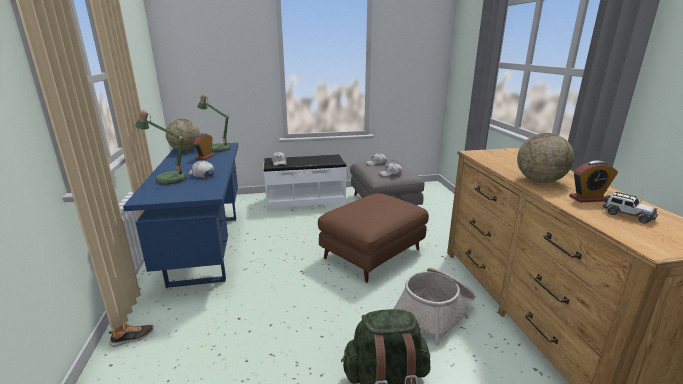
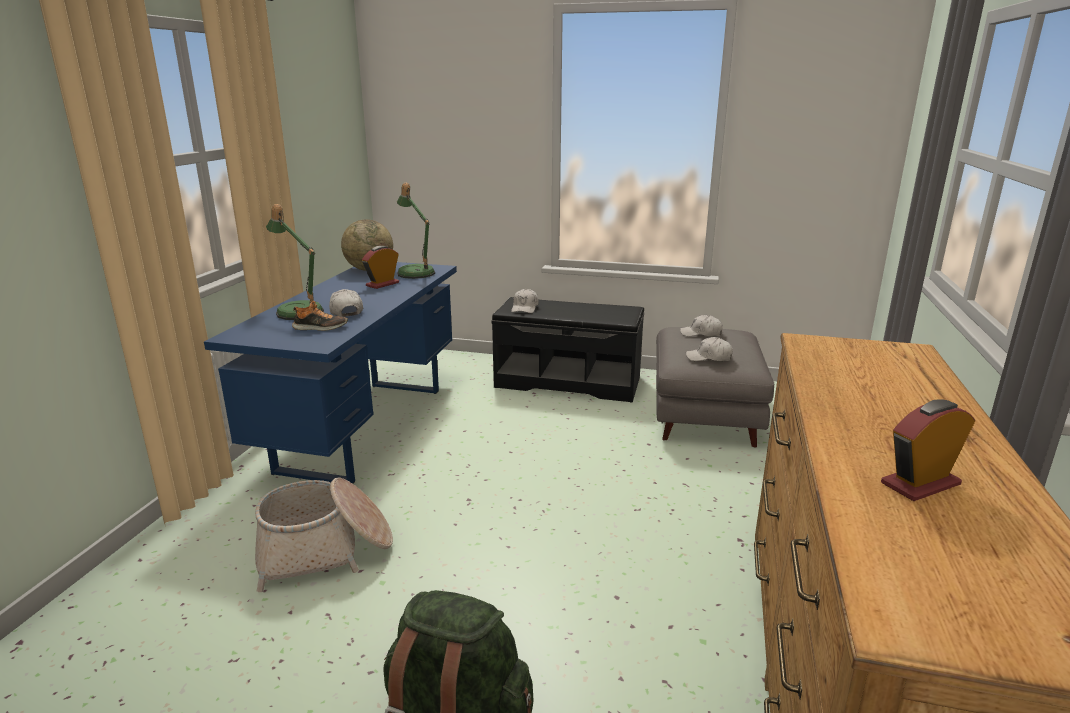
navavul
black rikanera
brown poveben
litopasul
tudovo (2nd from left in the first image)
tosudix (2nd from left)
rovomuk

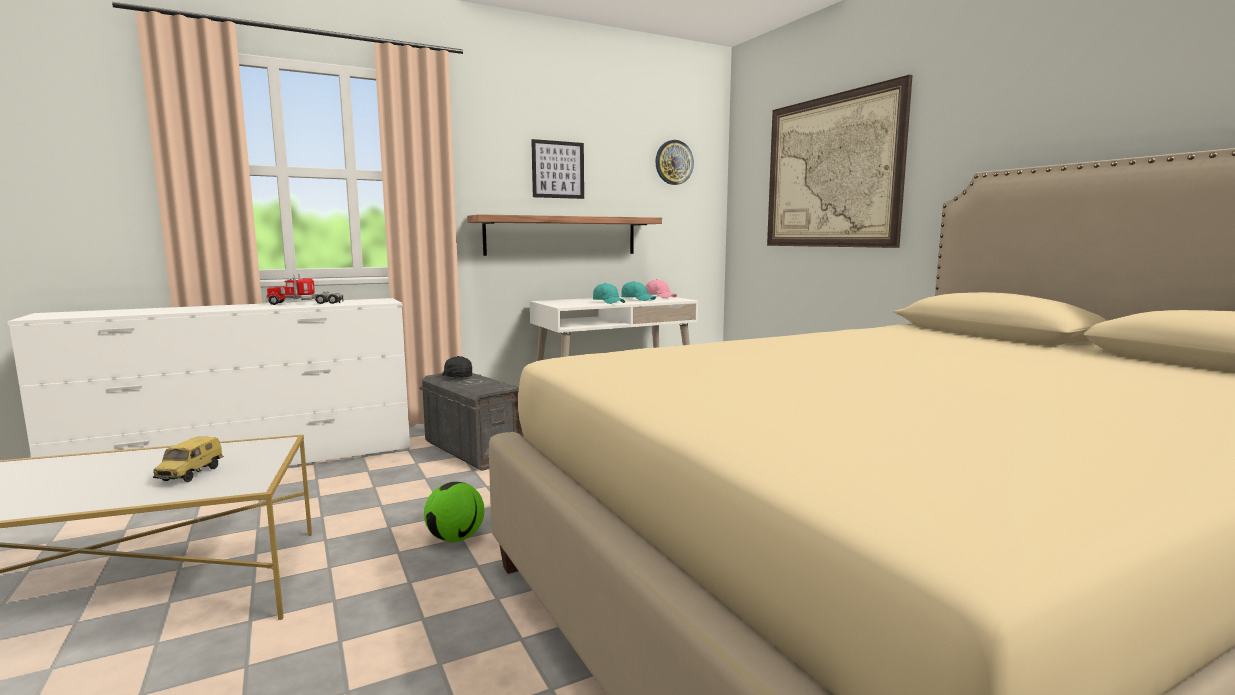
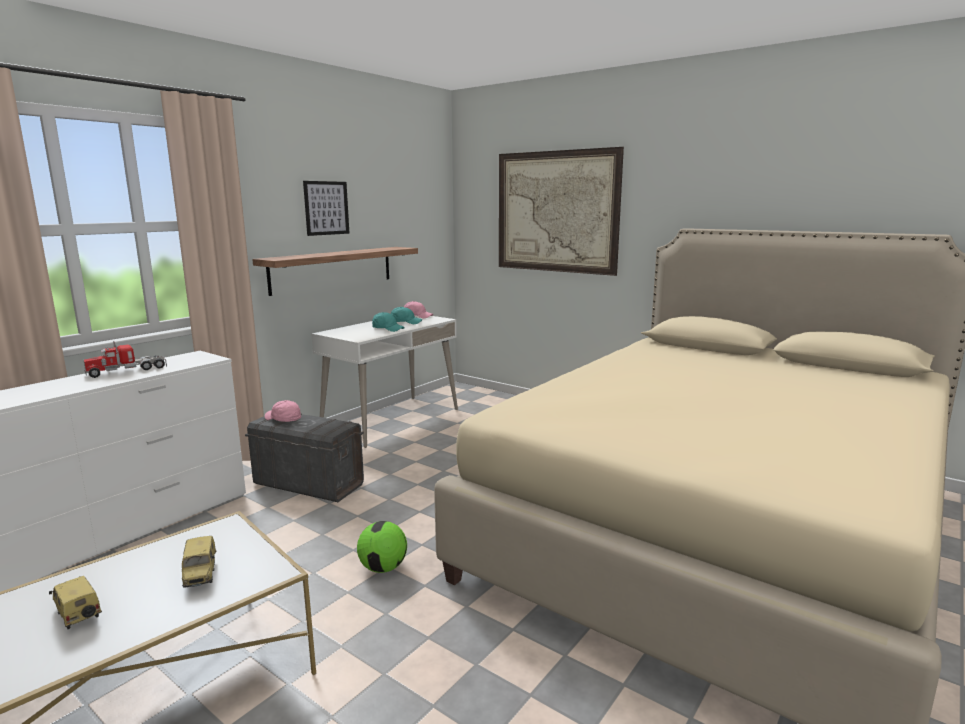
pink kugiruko (1st from left)
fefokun
rovomuk (1st from left)

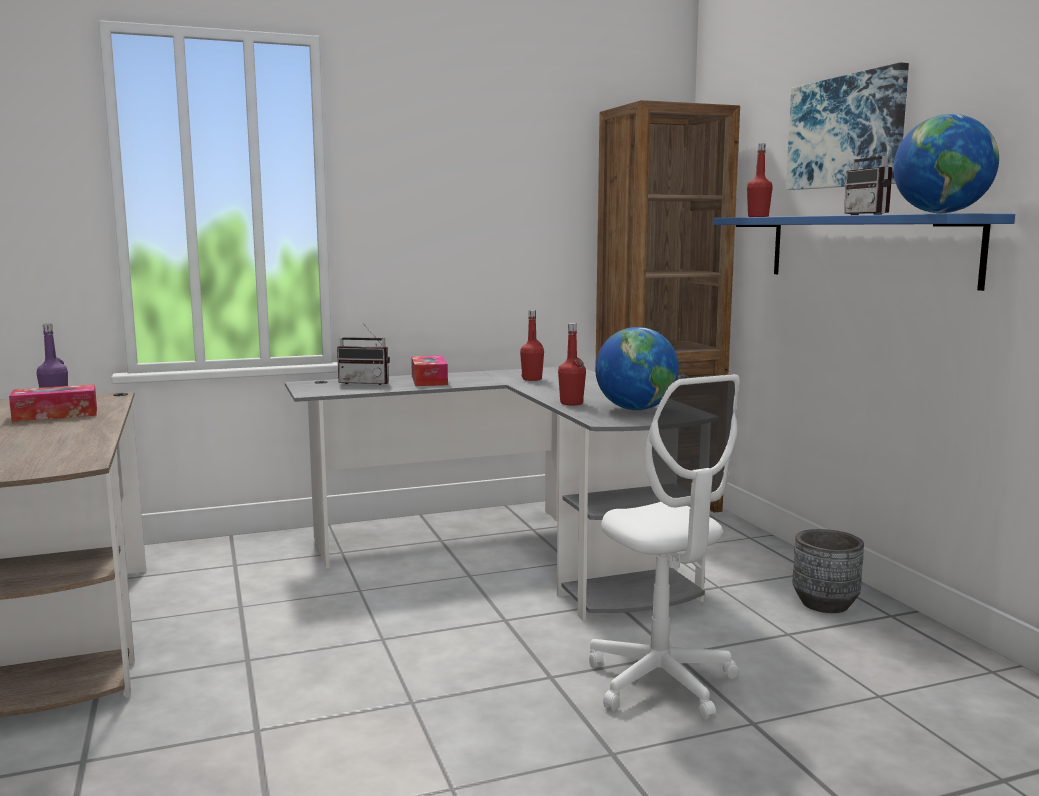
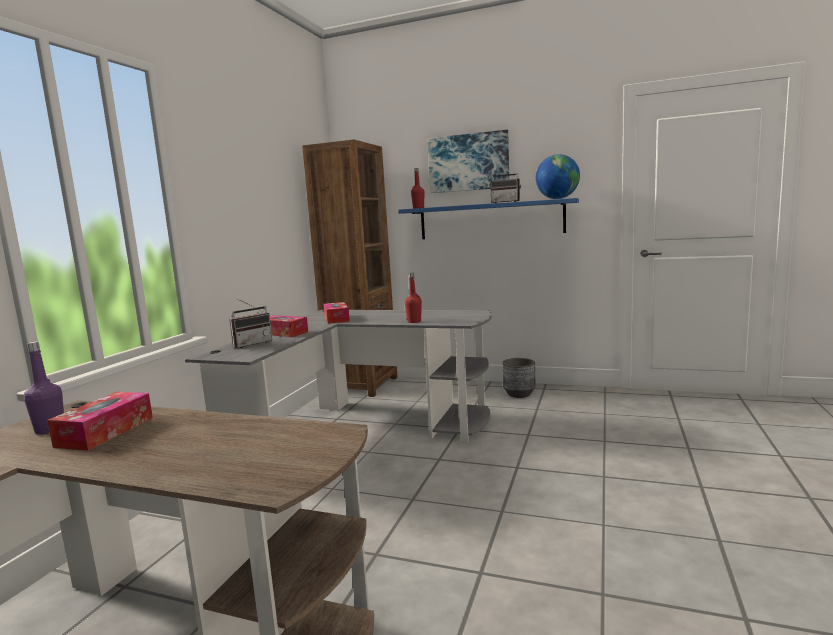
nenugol (3rd from left)
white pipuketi
tudovo (1st from left in the first image)

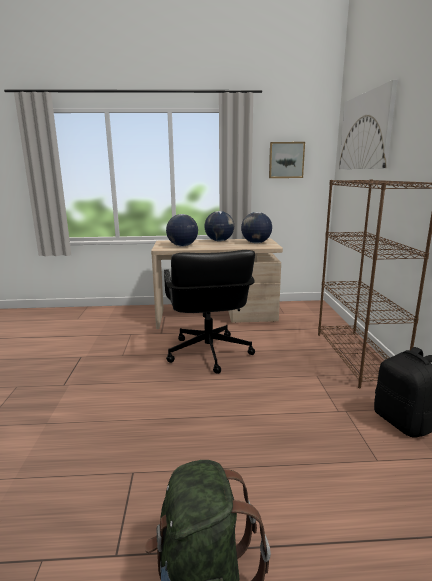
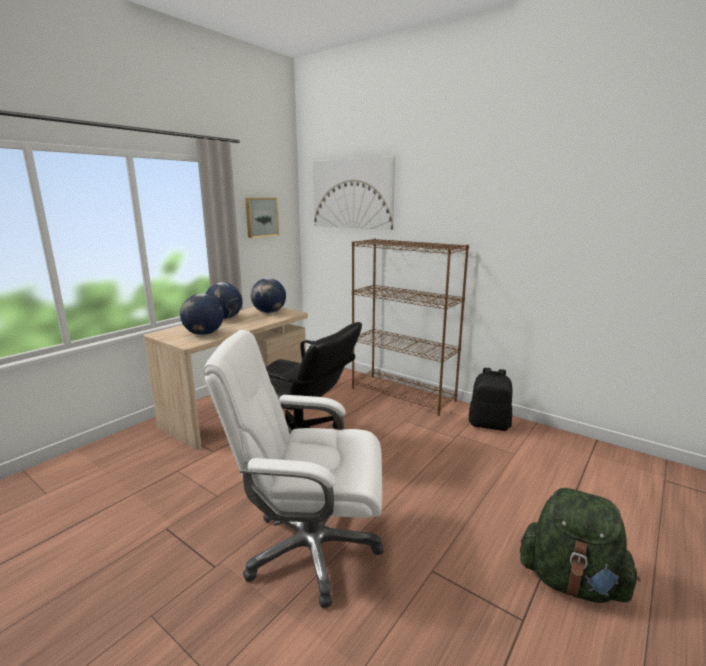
white pipuketi

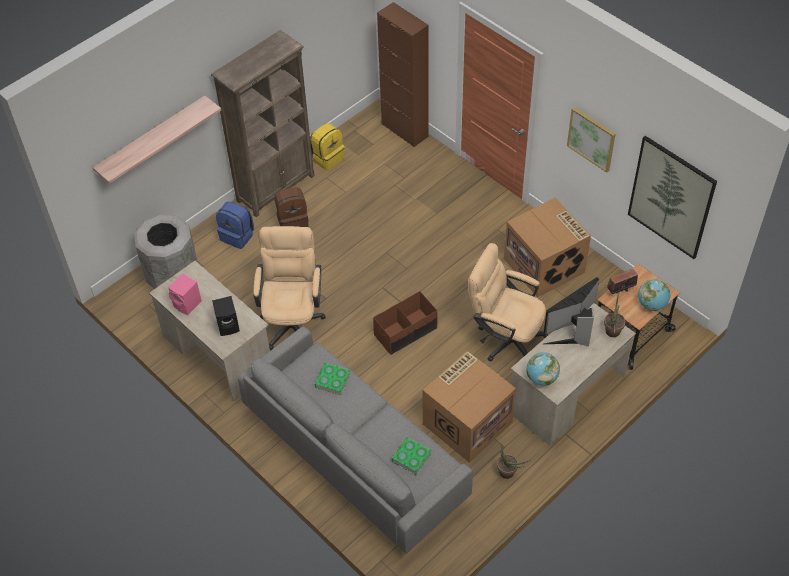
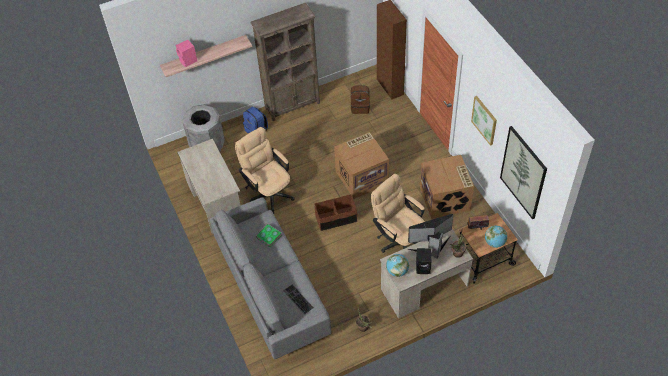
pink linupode
black linupode
beige pipuketi (1st from left)
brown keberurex
yellow keberurex
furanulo
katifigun (1st from left)

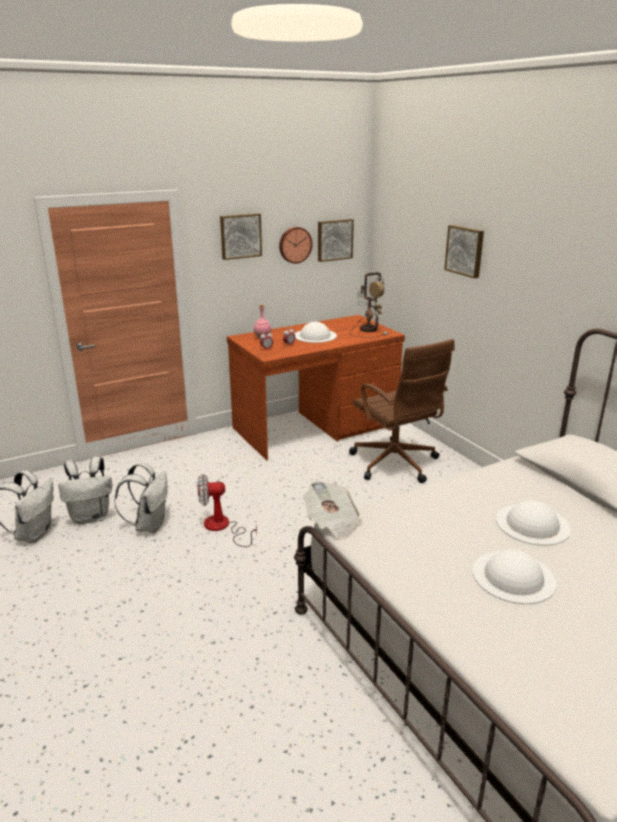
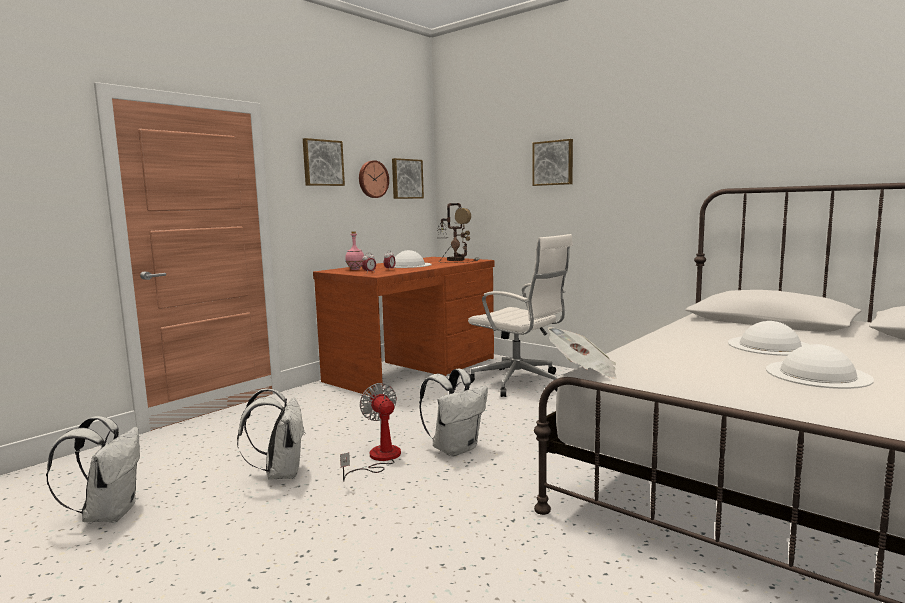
white keberurex (3rd from left)
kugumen
white pipuketi

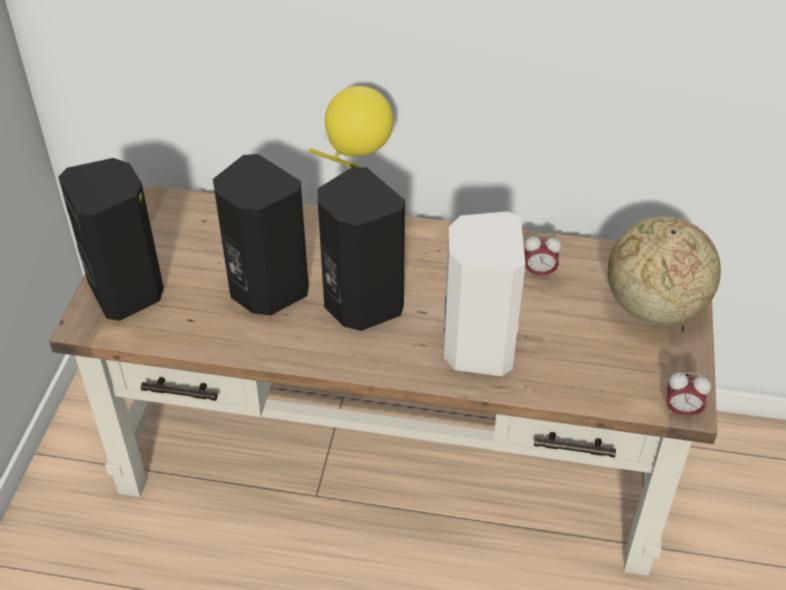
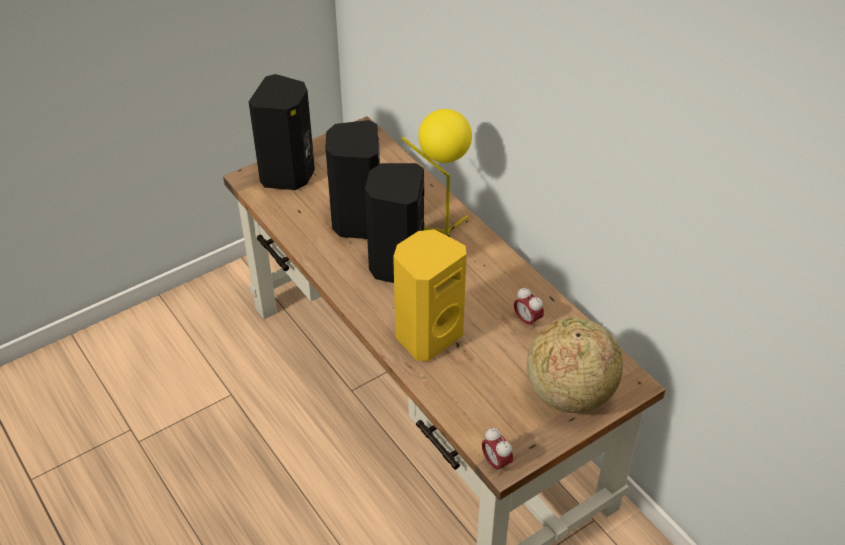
yellow linupode

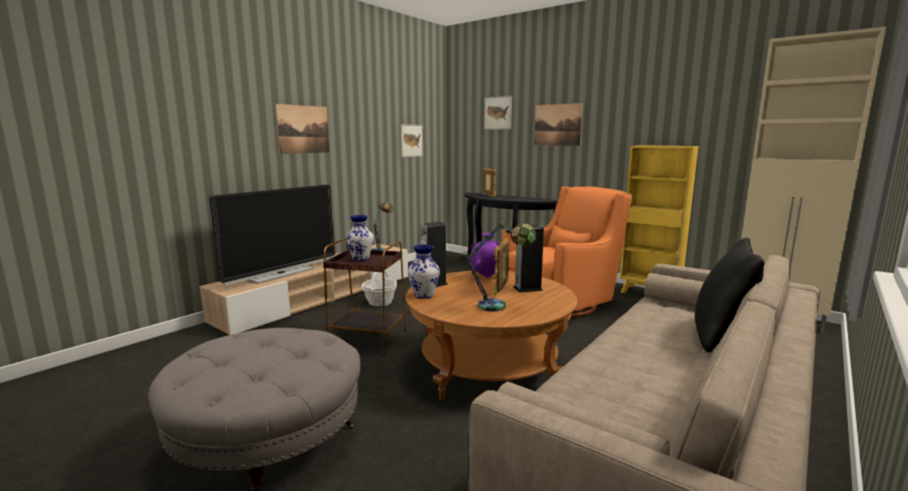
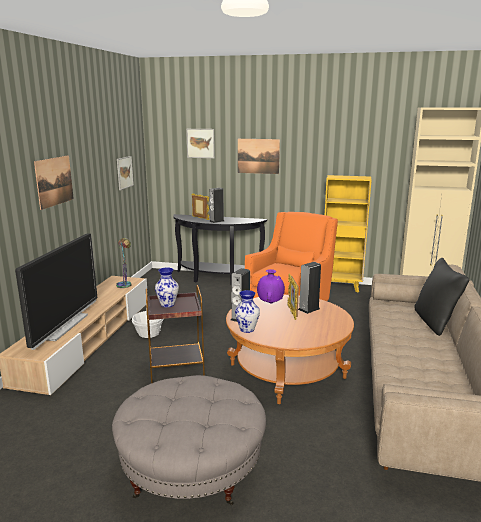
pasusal (2nd from left in the first image)
linupode (1st from left)

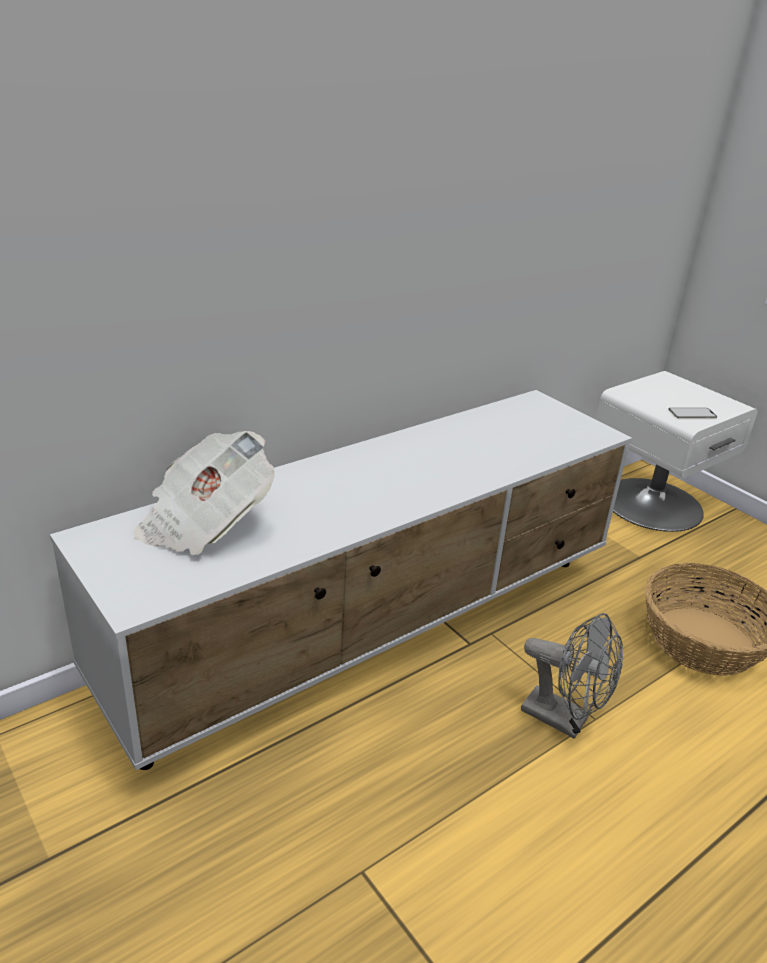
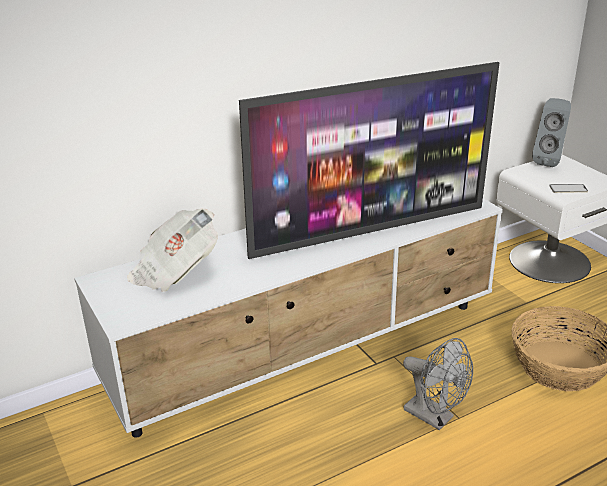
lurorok
grey linupode

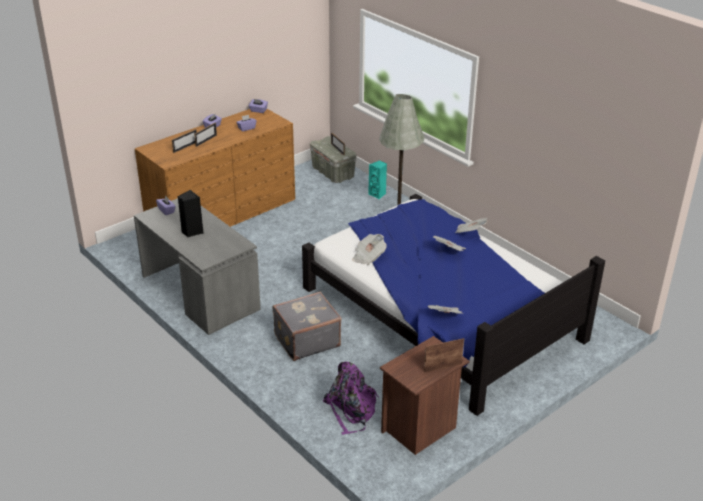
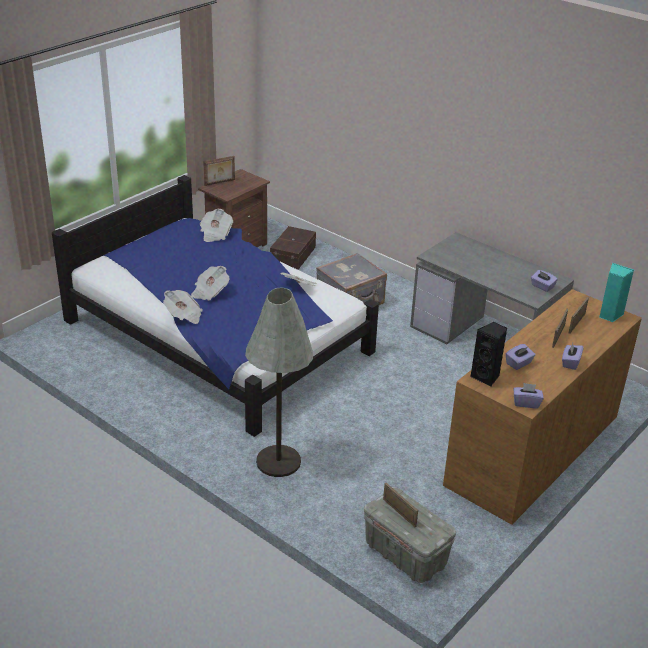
black linupode
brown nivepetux
turquoise linupode

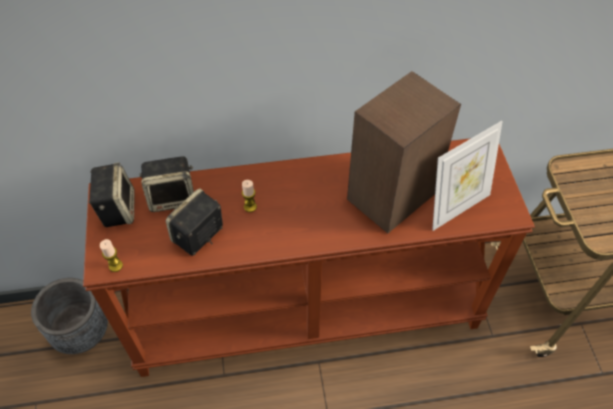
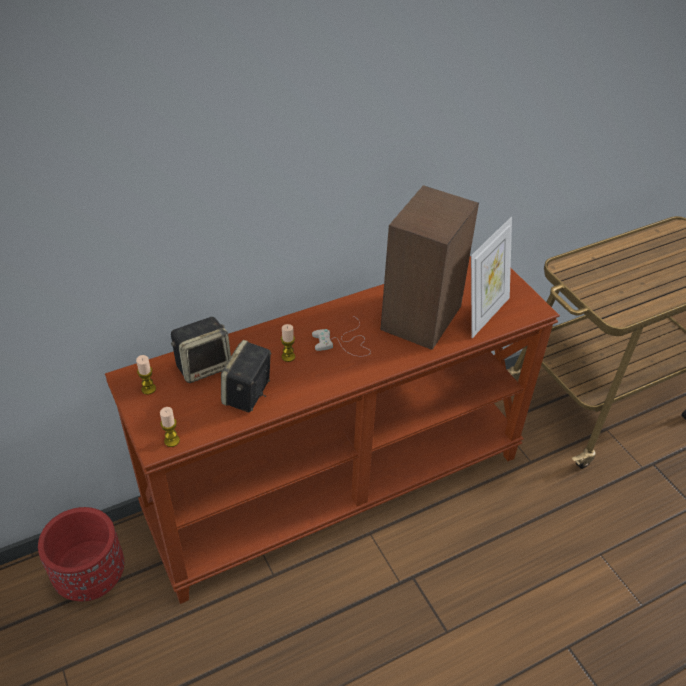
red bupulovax
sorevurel (1st from left)
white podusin

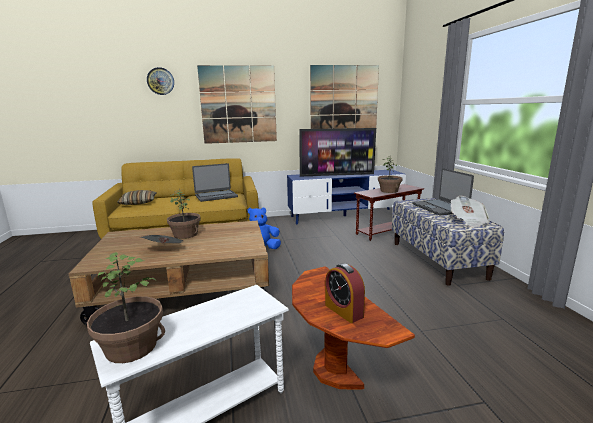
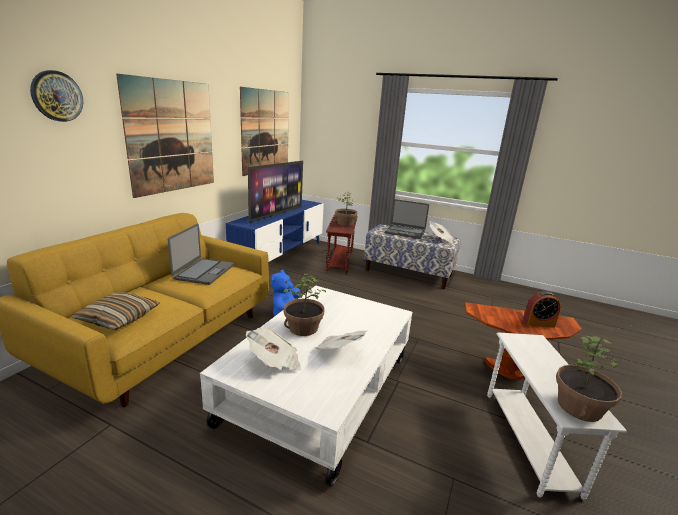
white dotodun
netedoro (1st from left)

